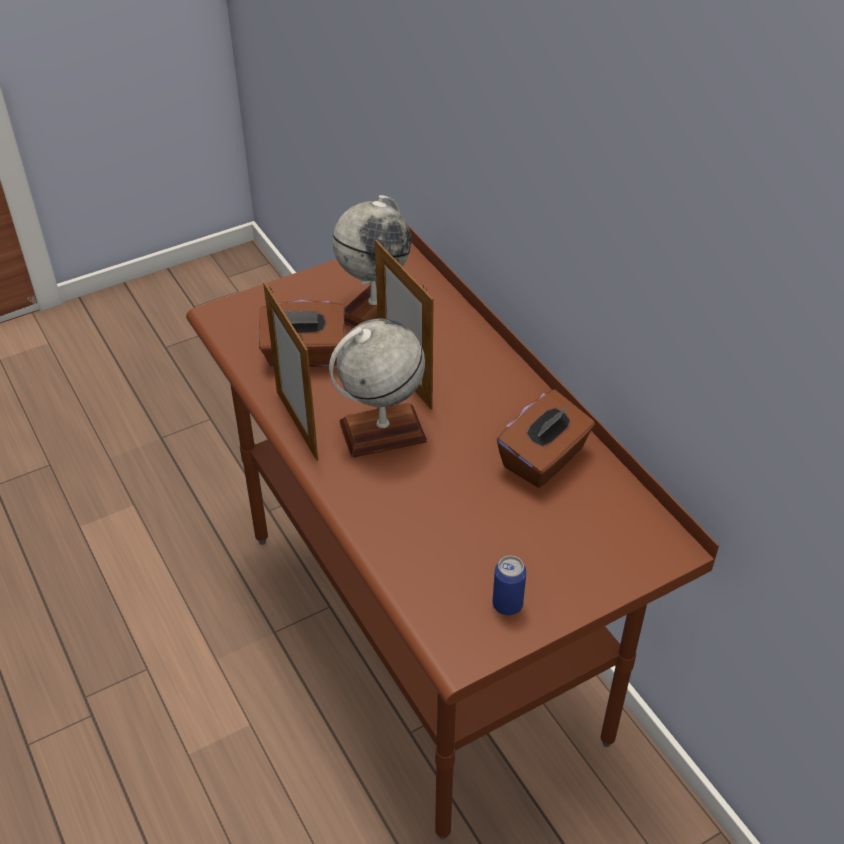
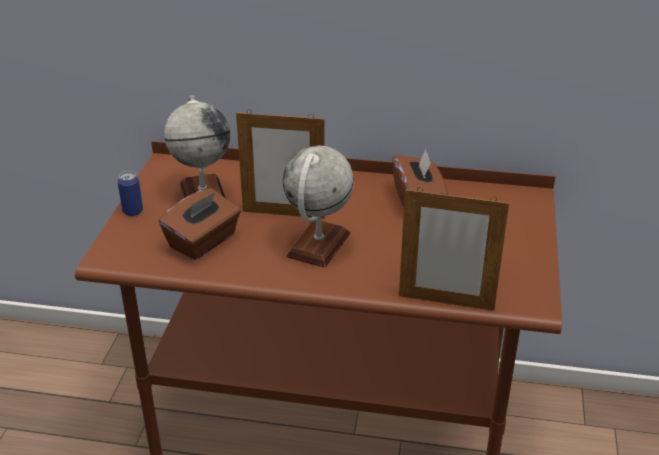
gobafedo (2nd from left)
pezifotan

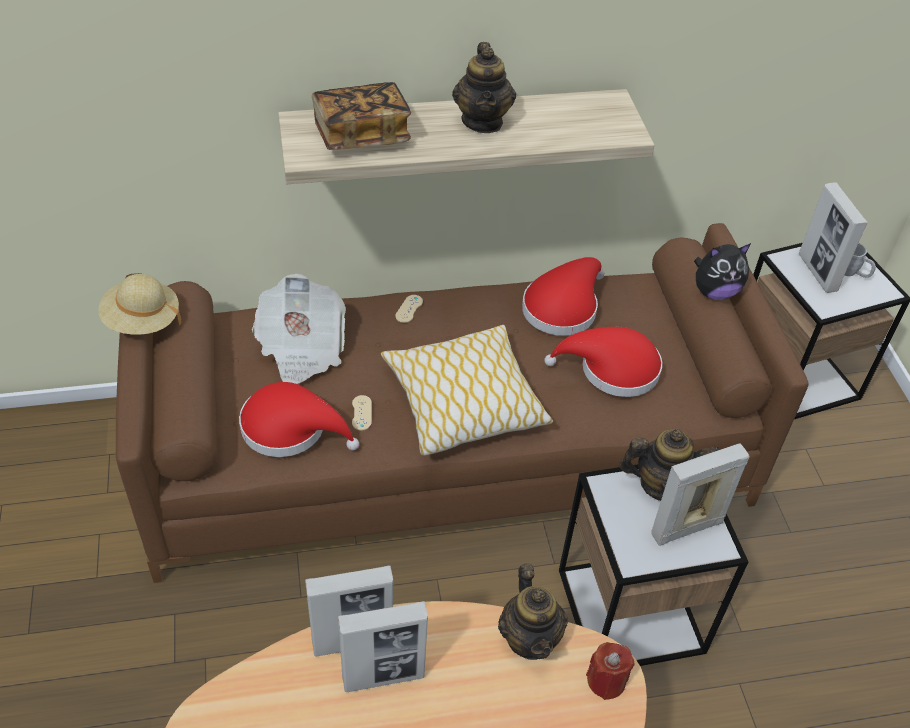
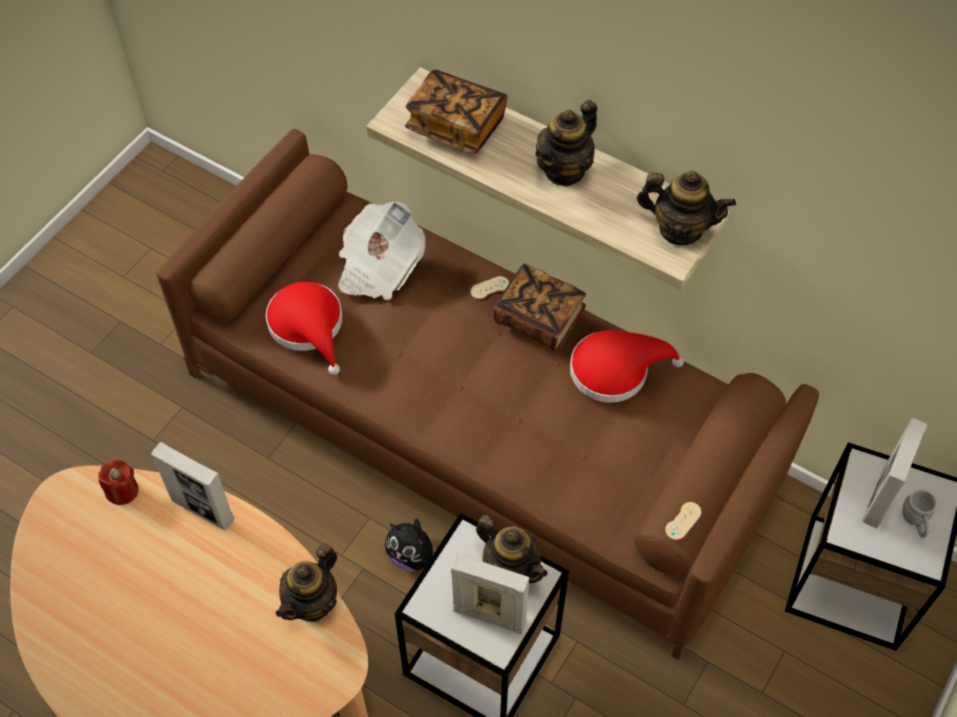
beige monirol
gobafedo (2nd from left in the first image)
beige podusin (2nd from left)
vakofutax
red monirol (3rd from left in the first image)
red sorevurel
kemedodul
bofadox (2nd from left)
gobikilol (4th from left)

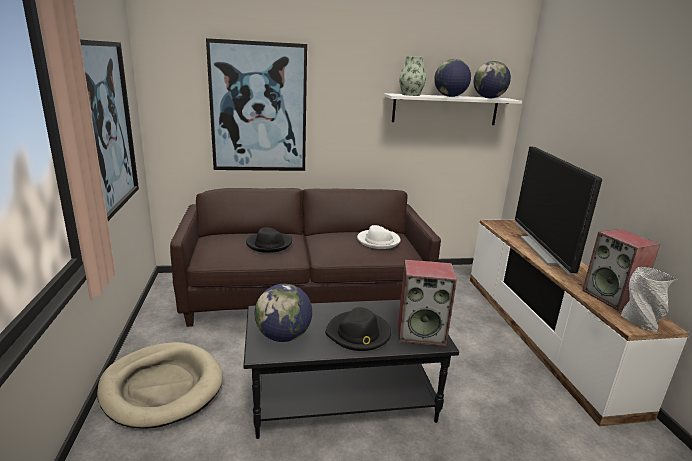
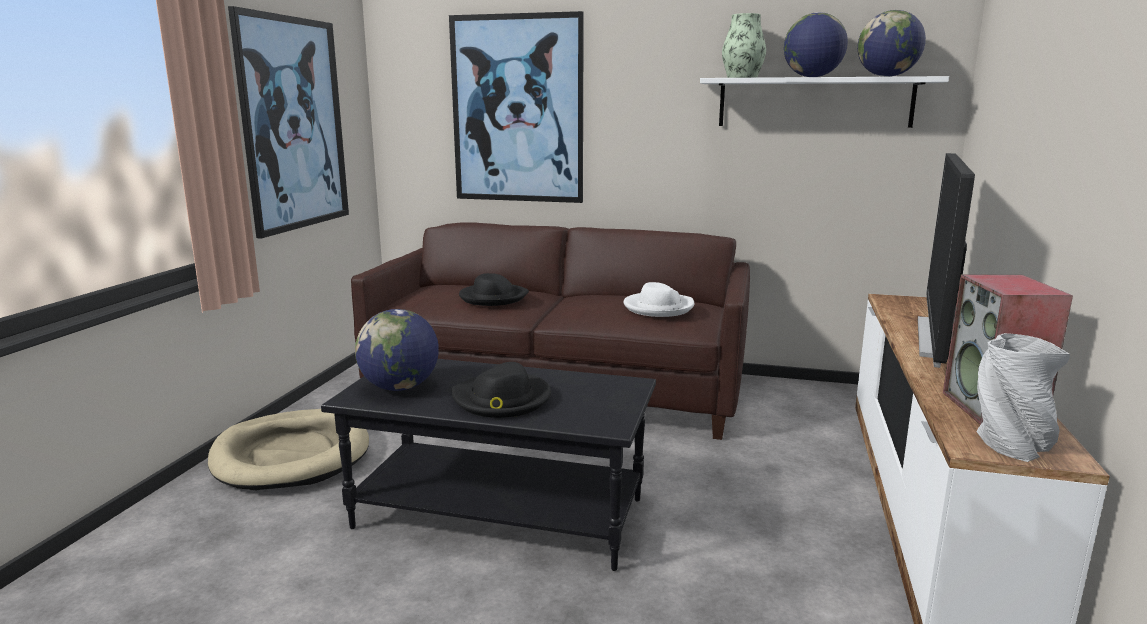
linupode (1st from left in the first image)

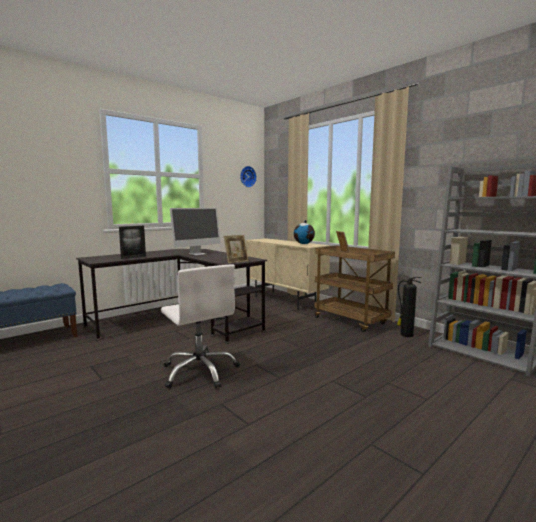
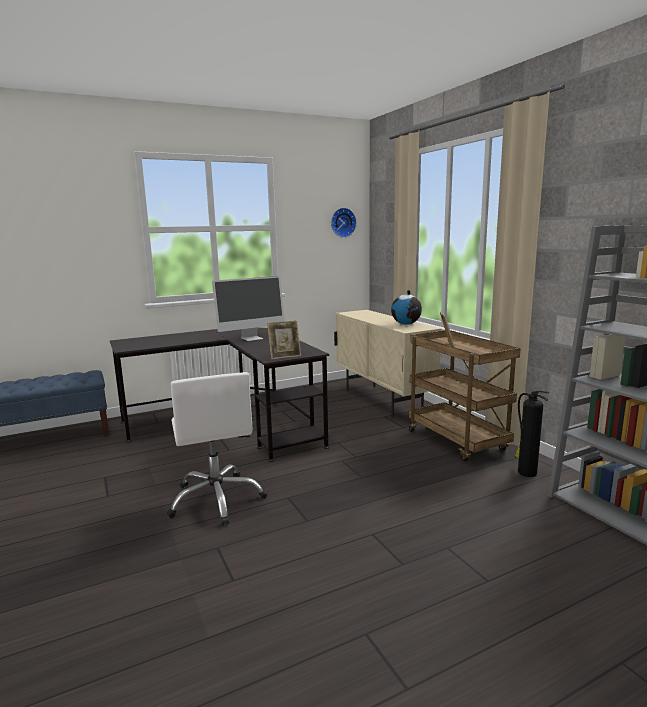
gobafedo (1st from left in the first image)

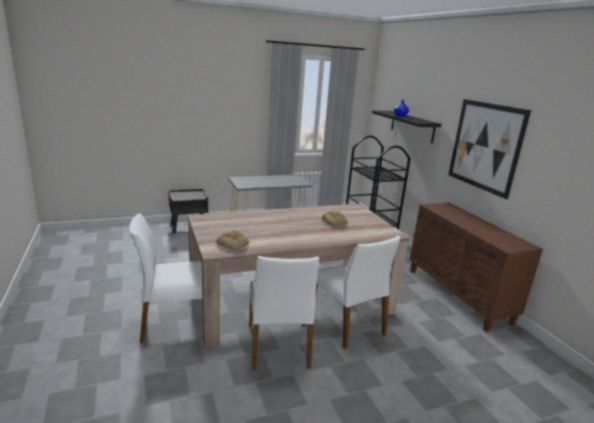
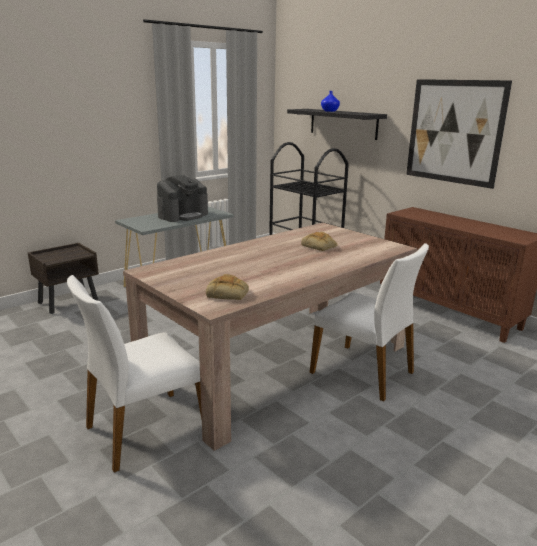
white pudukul (2nd from left in the first image)
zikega

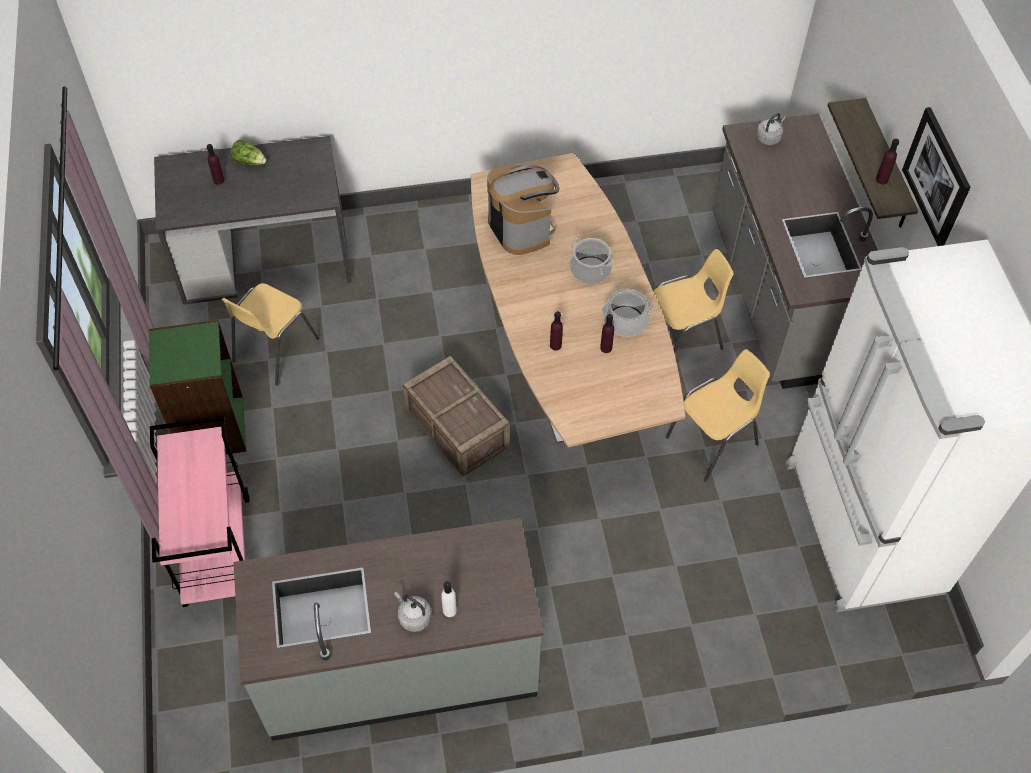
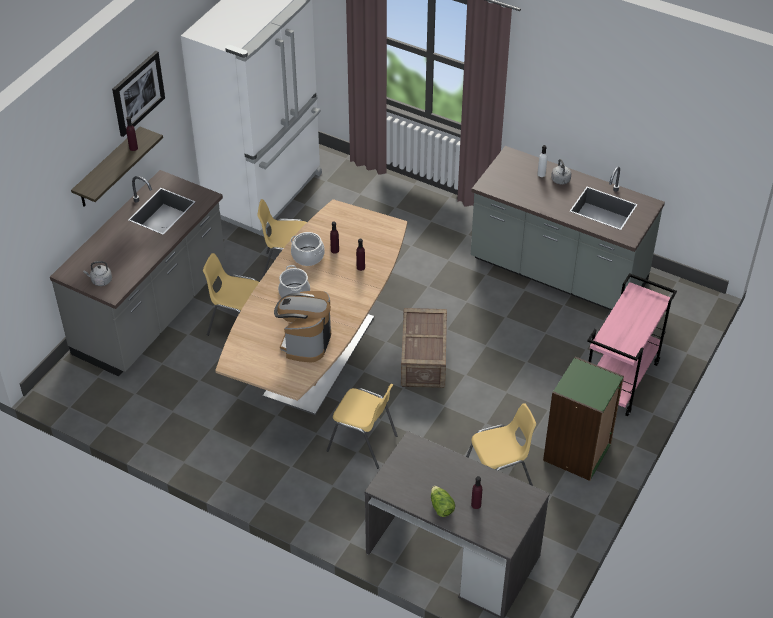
yellow pudukul (3rd from left)

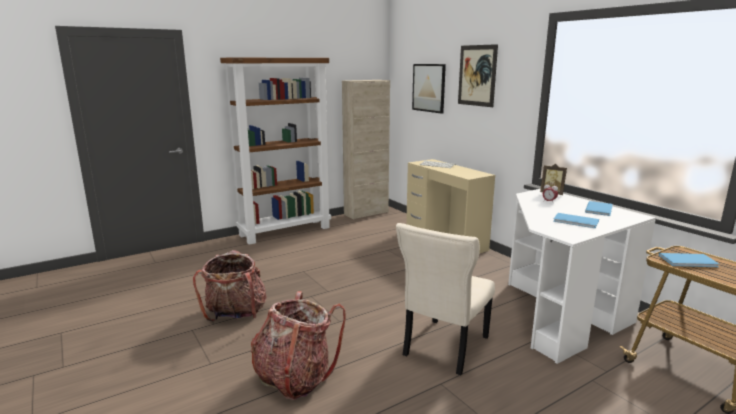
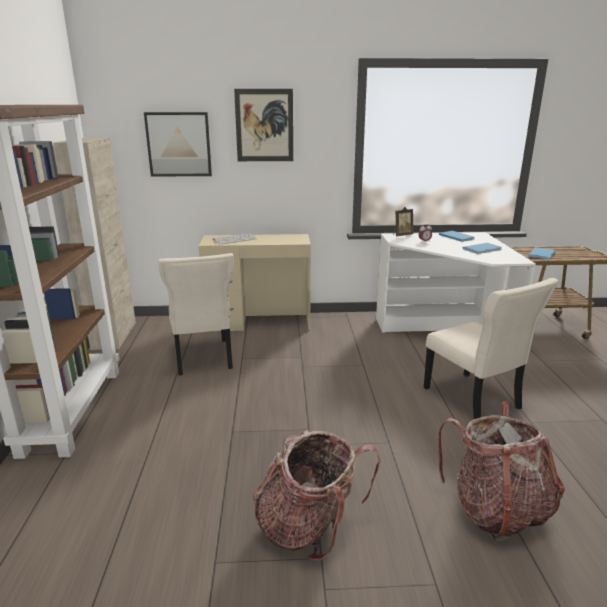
beige pudukul (1st from left)

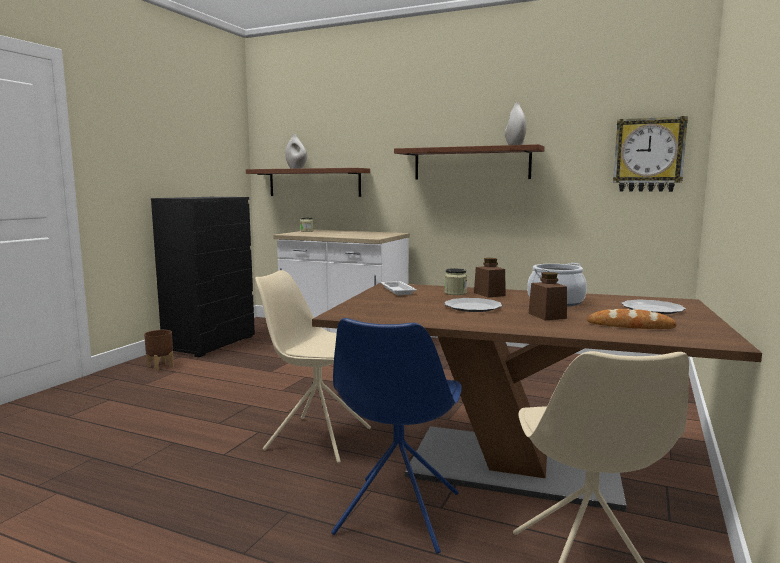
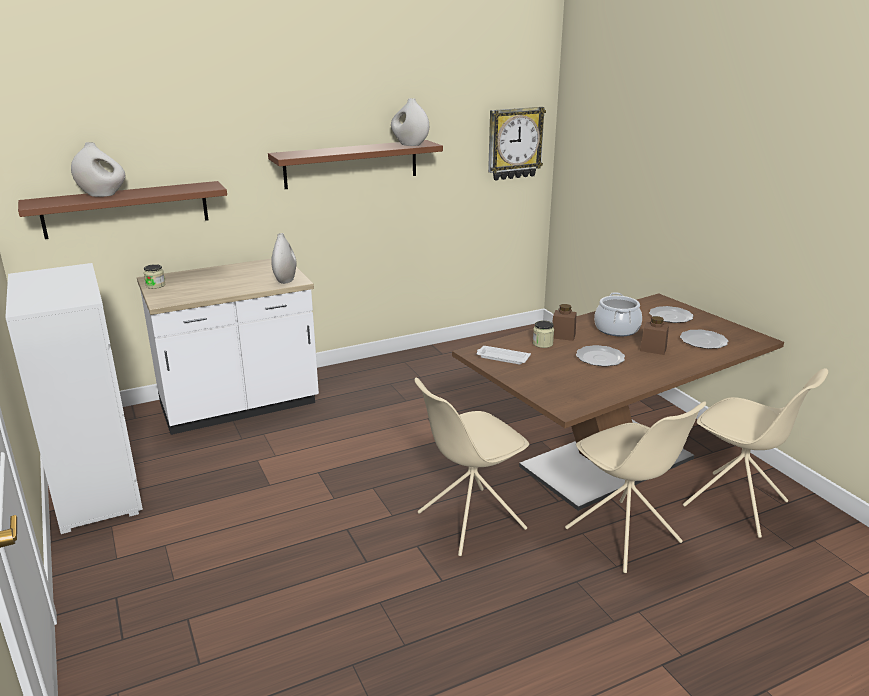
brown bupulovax
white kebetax
beige pudukul (2nd from left)
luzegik (3rd from left)
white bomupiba (2nd from left)

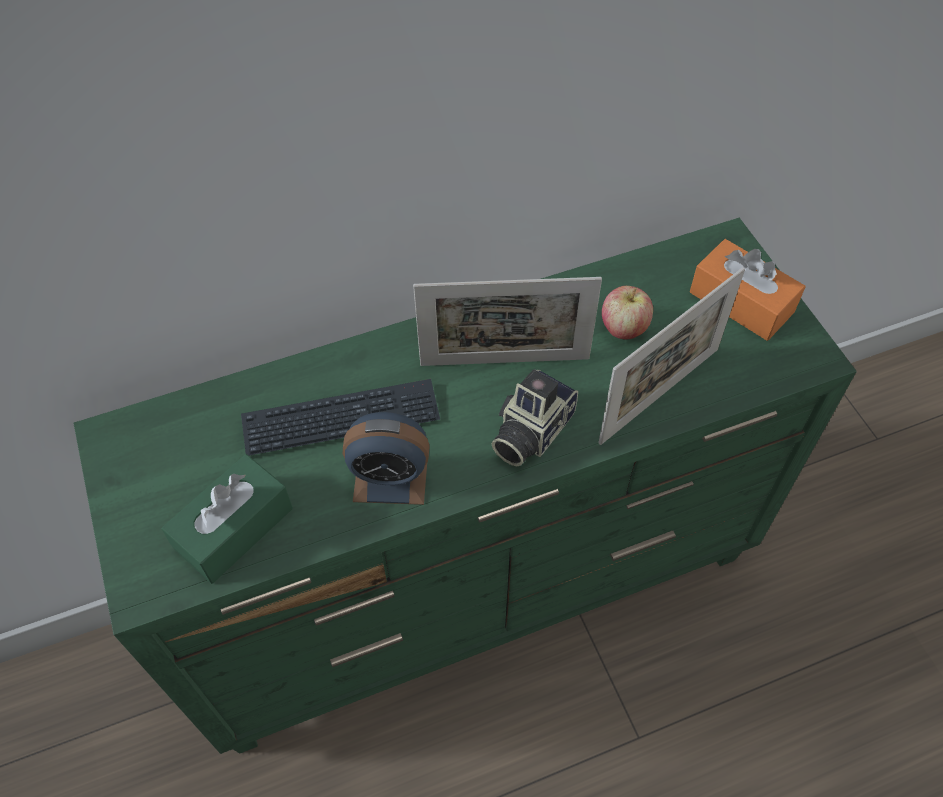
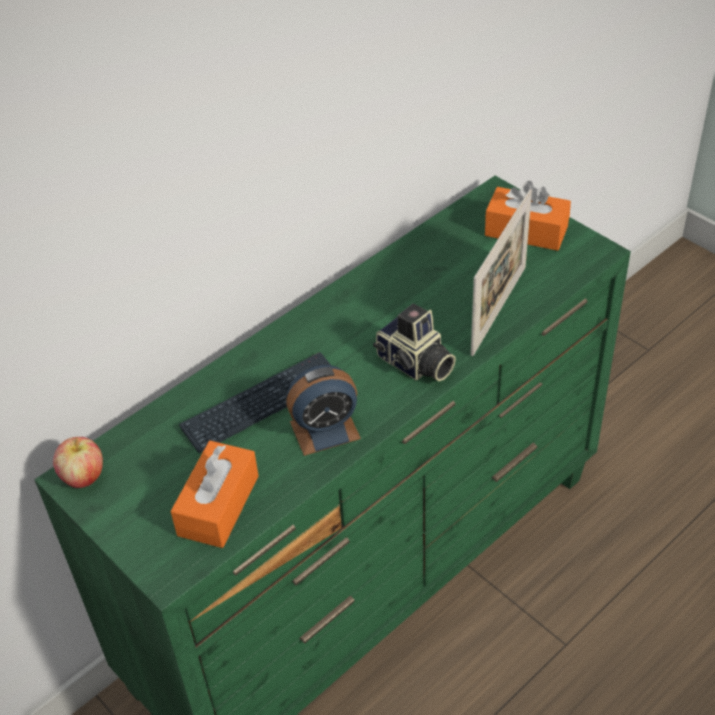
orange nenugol (1st from left)
gobafedo (1st from left in the first image)
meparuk
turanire

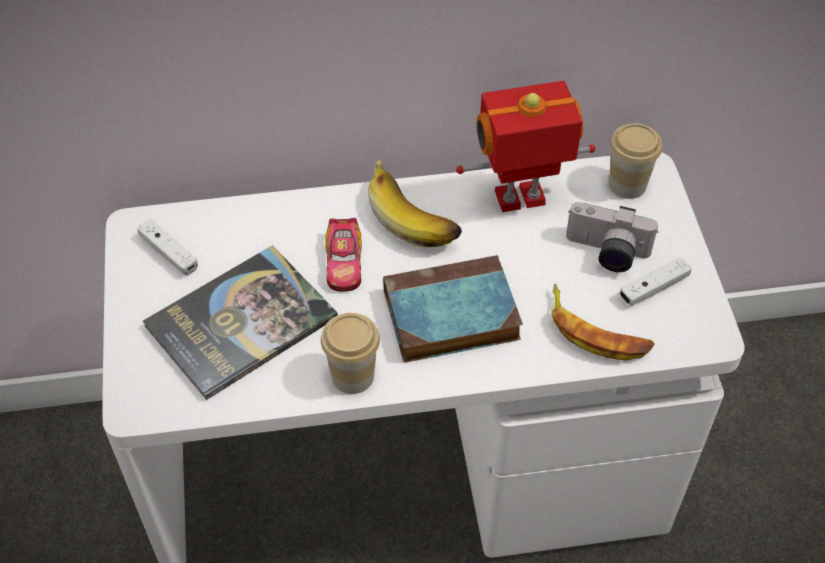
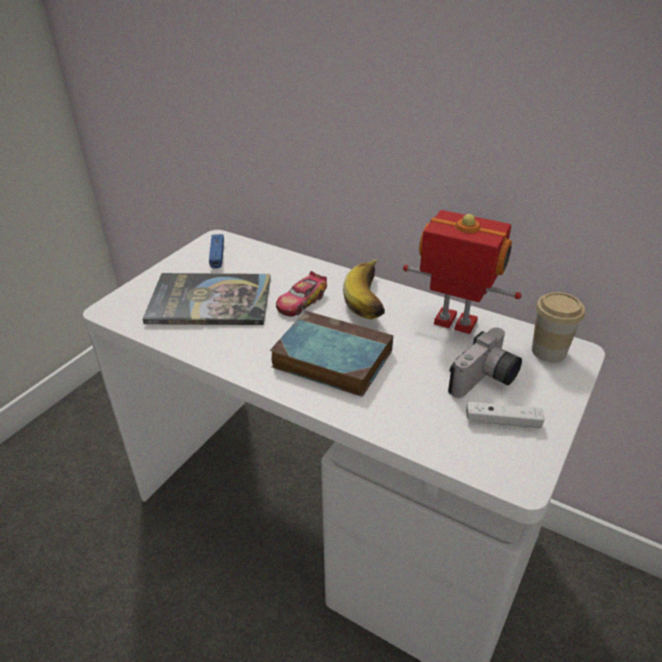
blue podusin
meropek (1st from left in the first image)
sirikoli (2nd from left in the first image)
meparuk

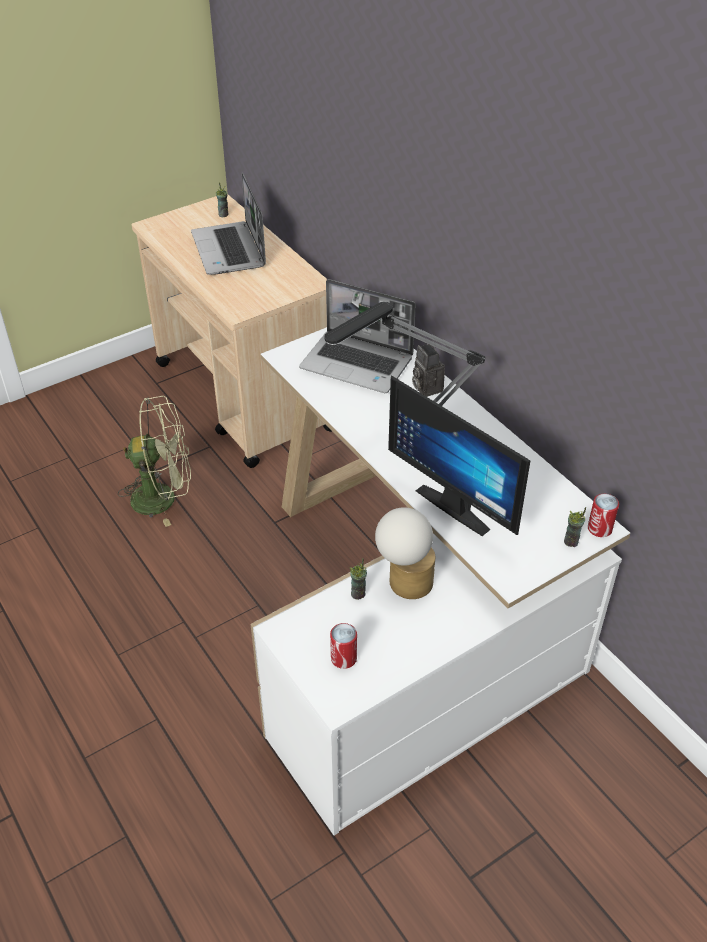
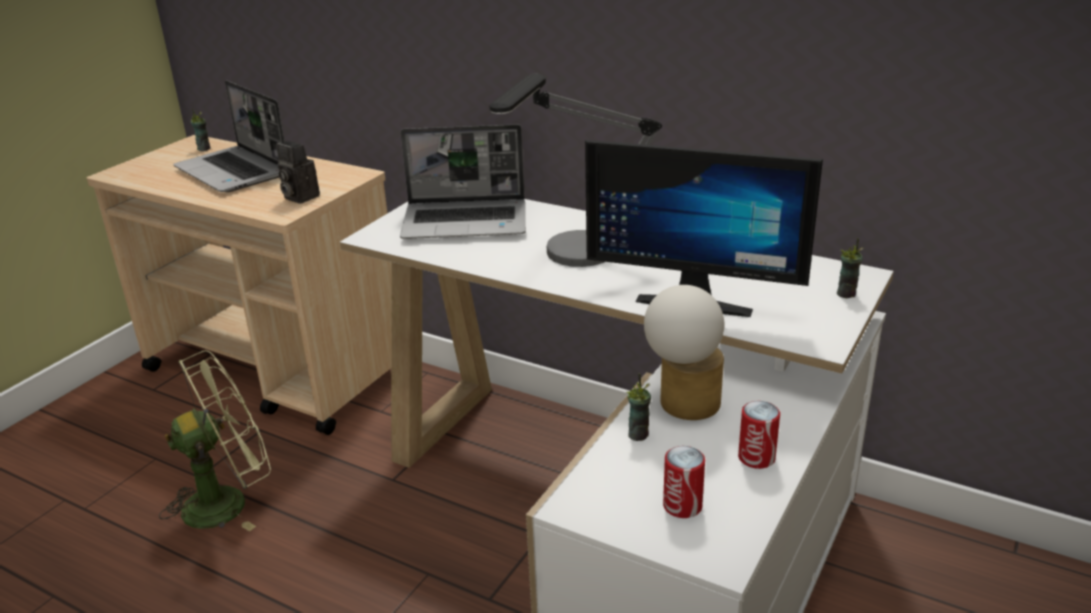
meparuk
pezifotan (2nd from left)

